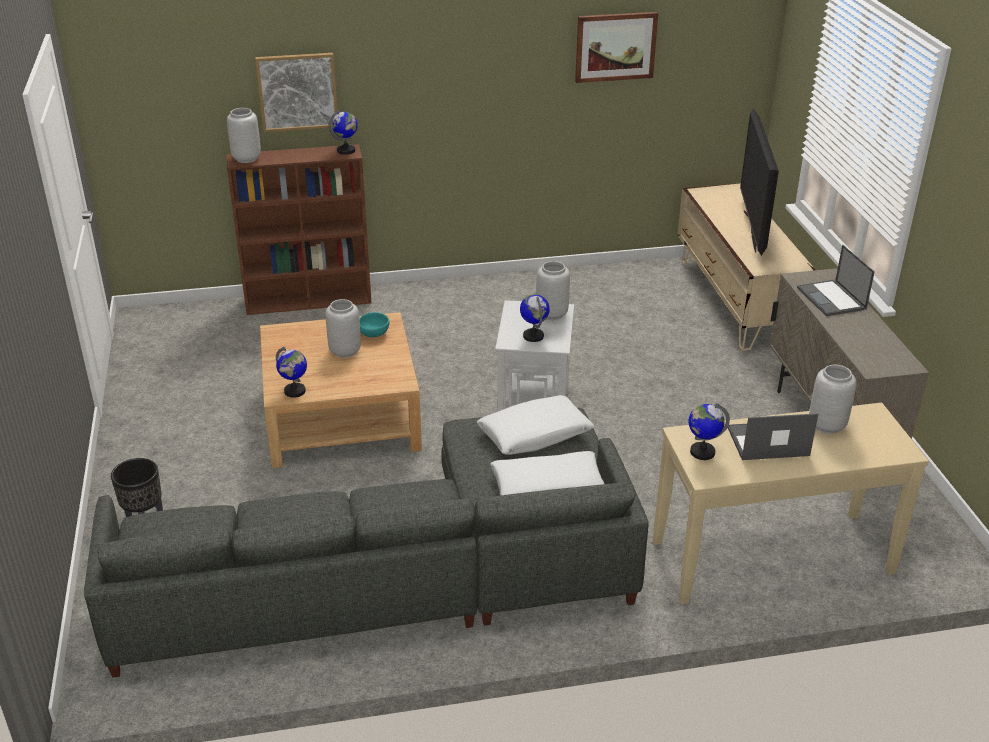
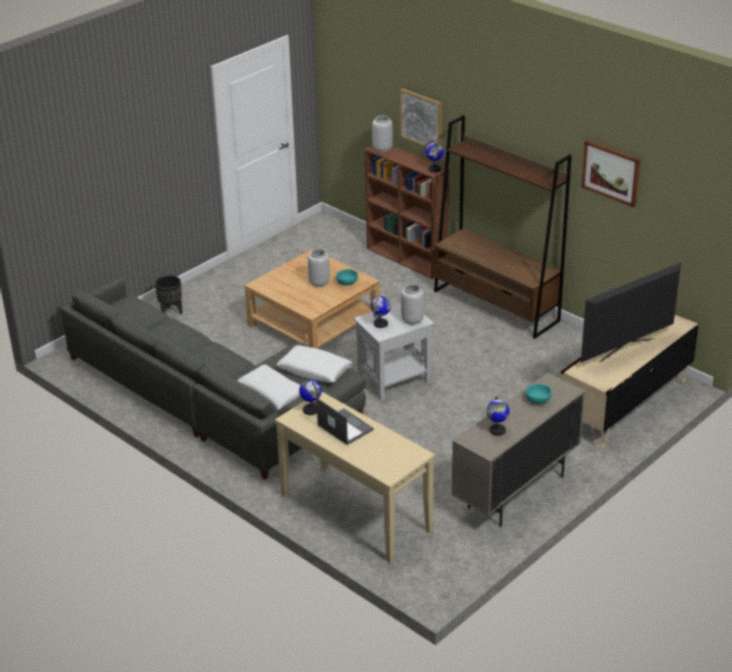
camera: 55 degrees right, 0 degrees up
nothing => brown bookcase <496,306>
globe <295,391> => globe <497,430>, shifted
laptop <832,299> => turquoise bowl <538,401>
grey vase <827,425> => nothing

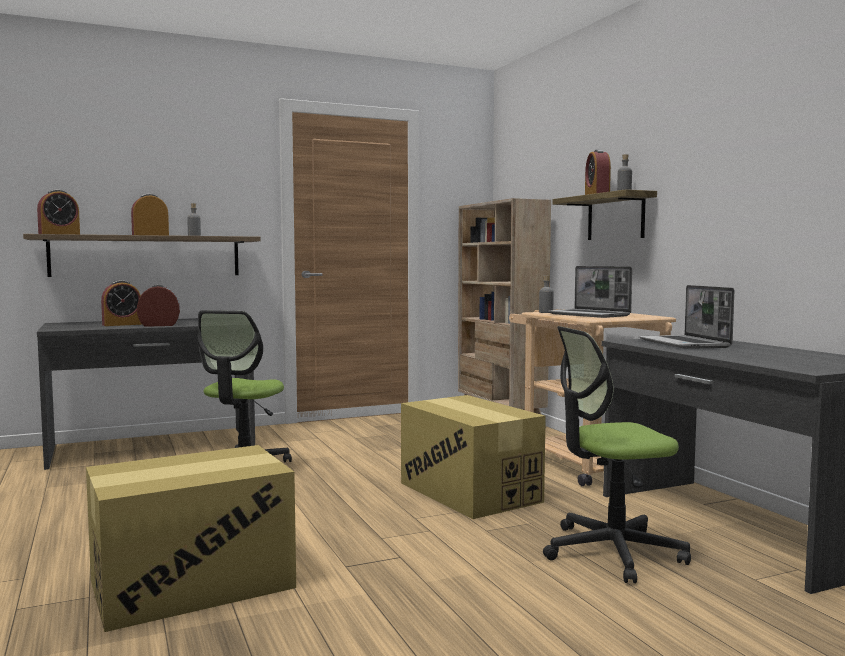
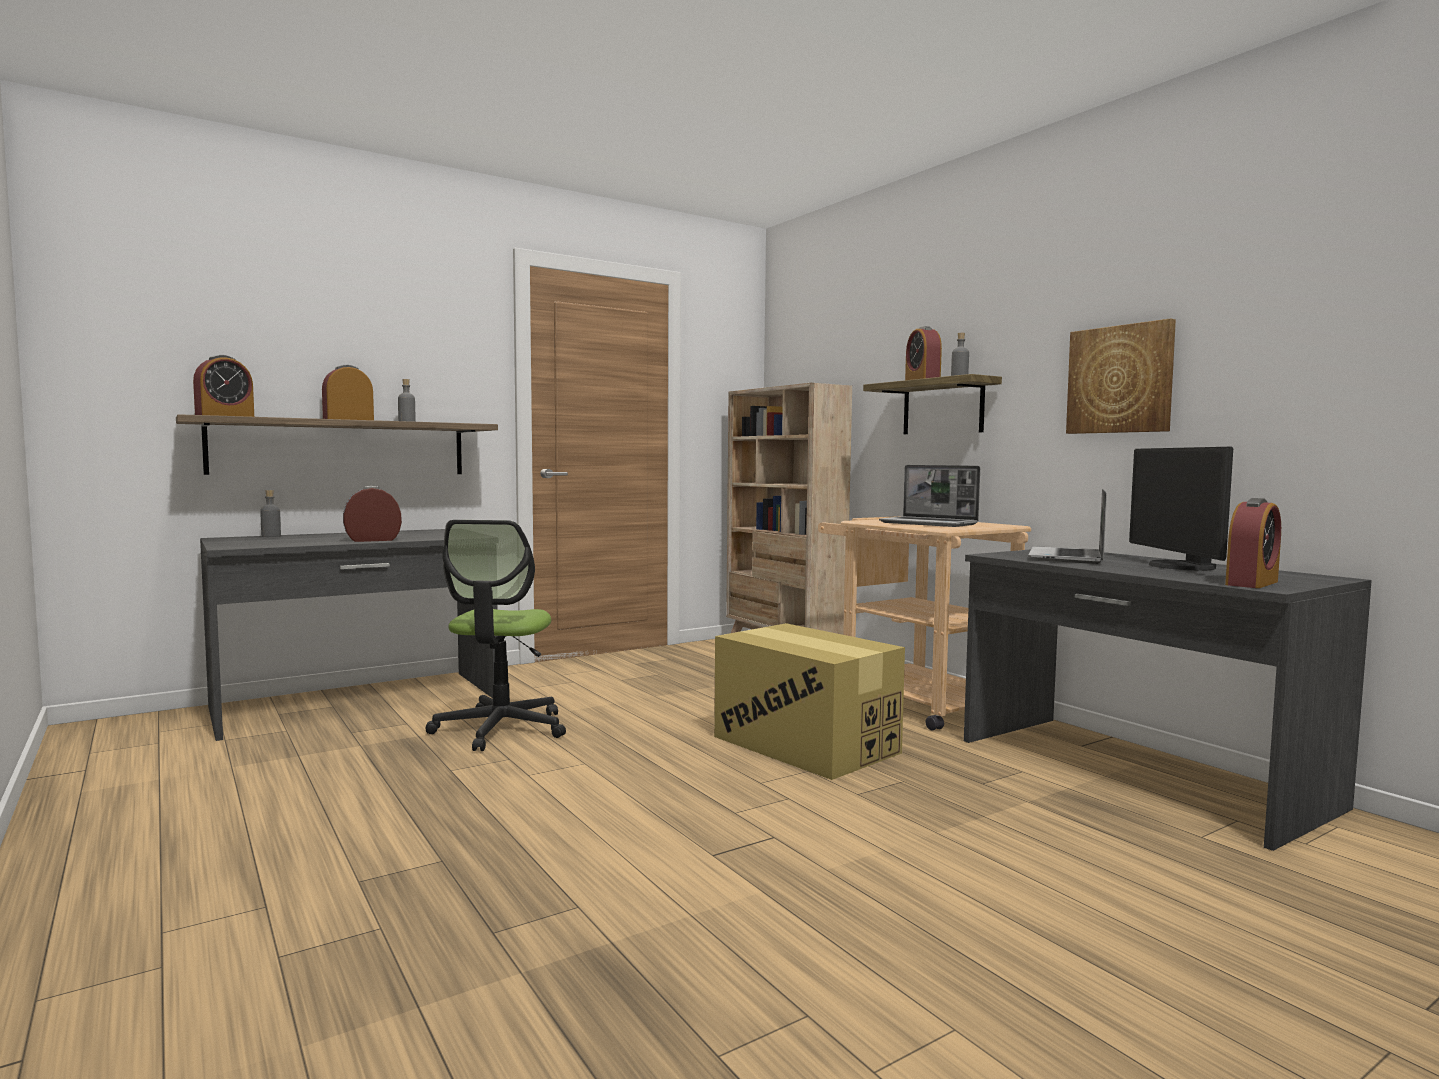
camera: 10 degrees left, 0 degrees up
grey bottle <546,312> => grey bottle <271,536>, shifted
laptop <685,344> => laptop <1067,557>, 45 degrees clockwise
nothing => picture <1120,379>
nothing => monitor <1178,566>
alarm clock <122,324> => alarm clock <1251,583>, shifted
cardboard box <191,584> => nothing
office chair <612,552> => nothing

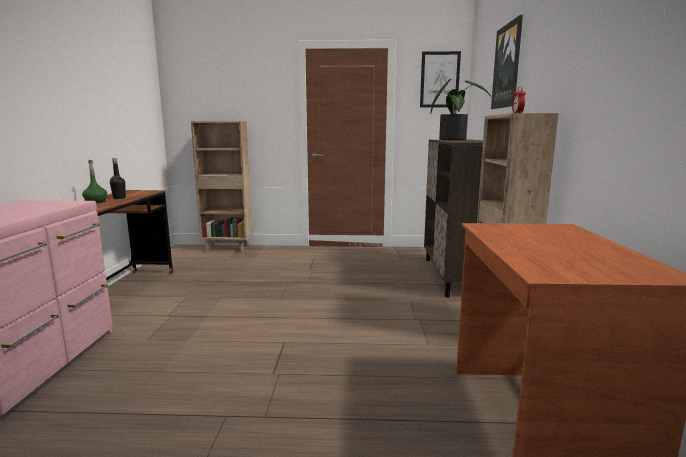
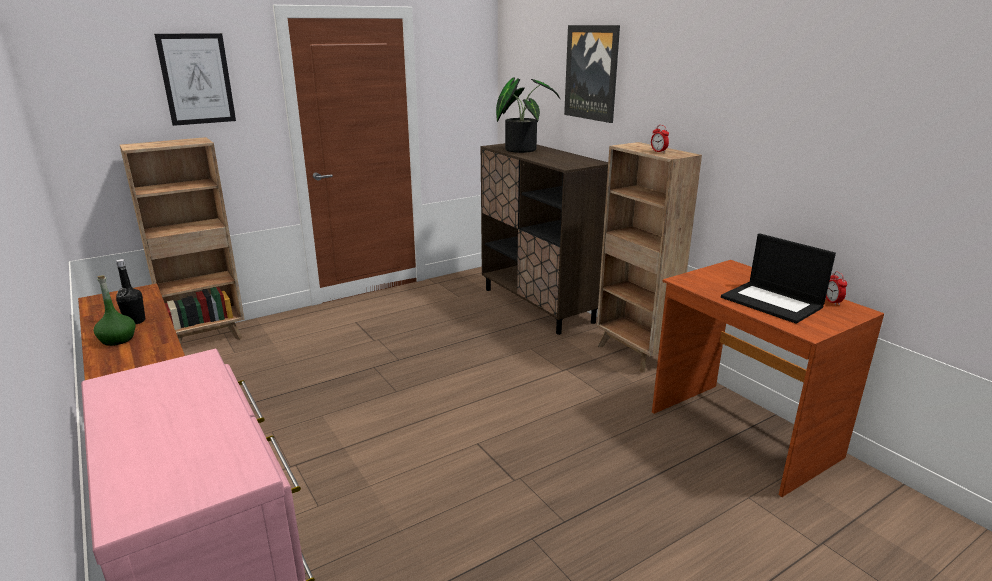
camera: 35 degrees left, 10 degrees up
picture <439,80> => picture <197,79>, shifted
nothing => laptop <773,302>
nothing => alarm clock <832,302>

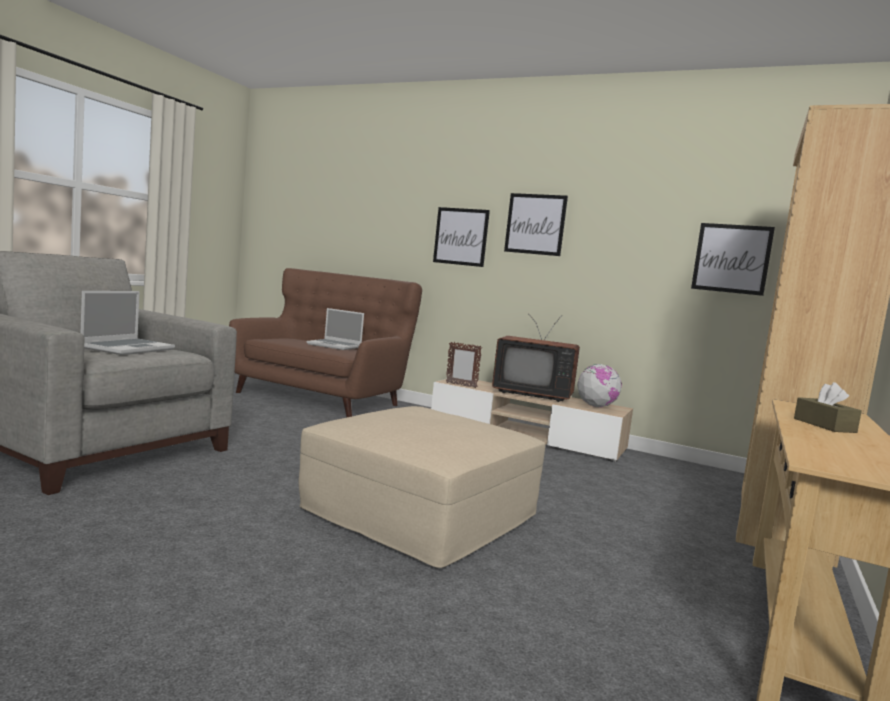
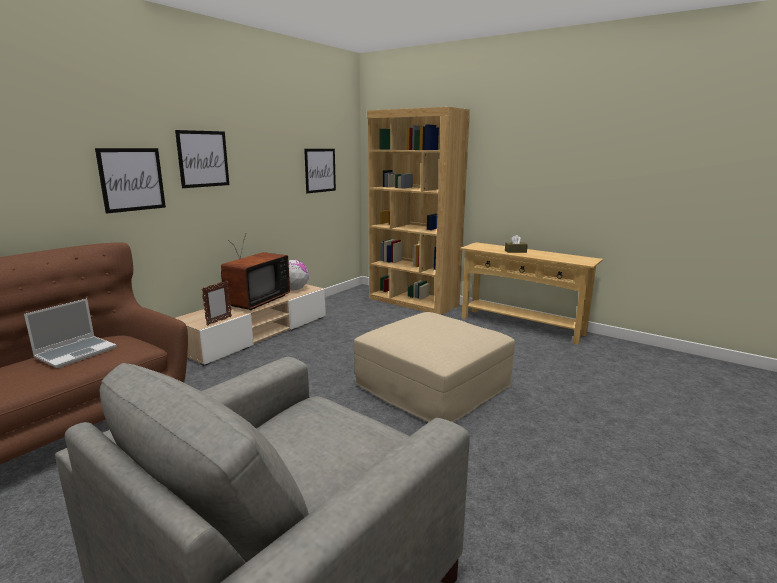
camera: 80 degrees left, 10 degrees up
laptop <128,348> => nothing

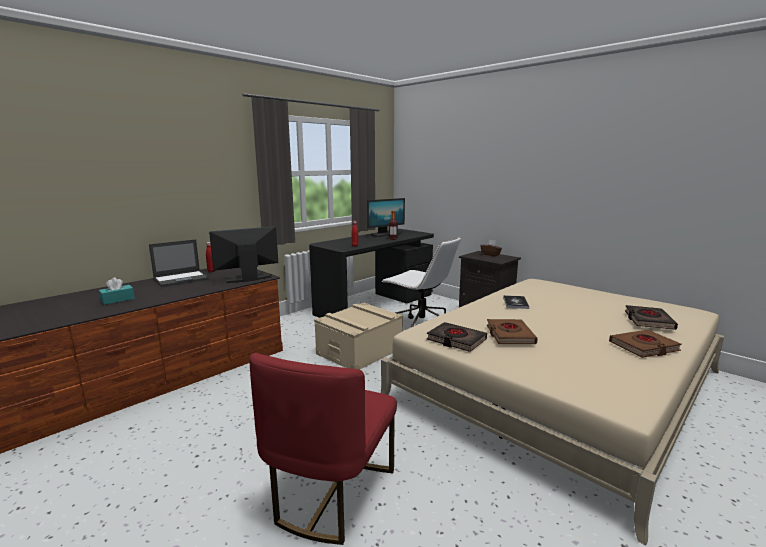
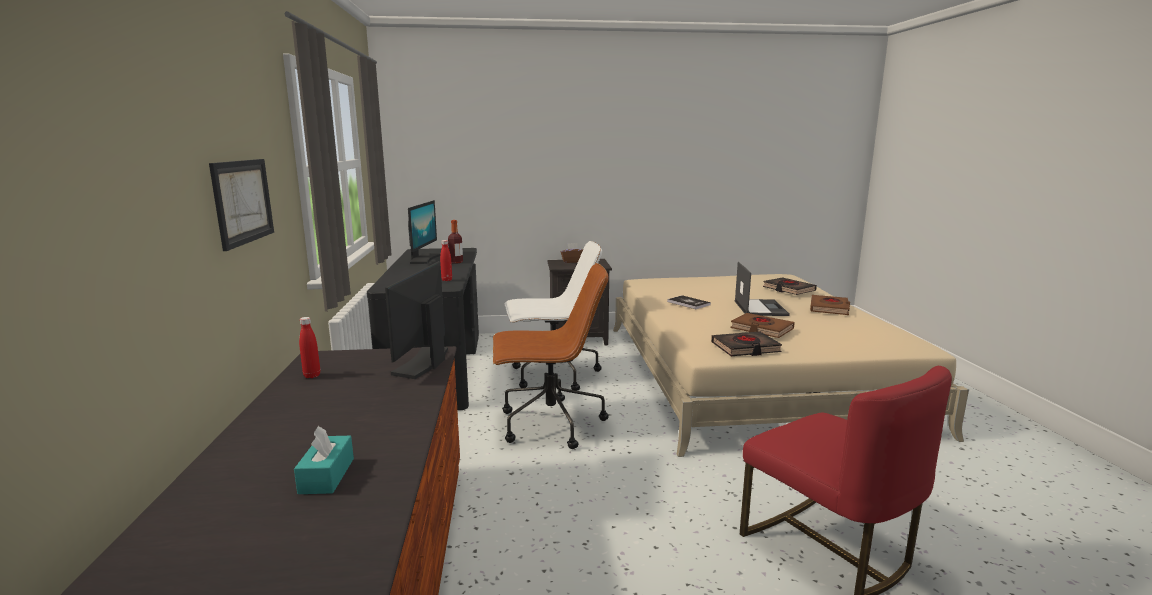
camera: 50 degrees left, 0 degrees up
nothing => picture <242,201>
beige storage box <359,351> => brown office chair <549,424>
laptop <182,279> => laptop <760,308>, shifted

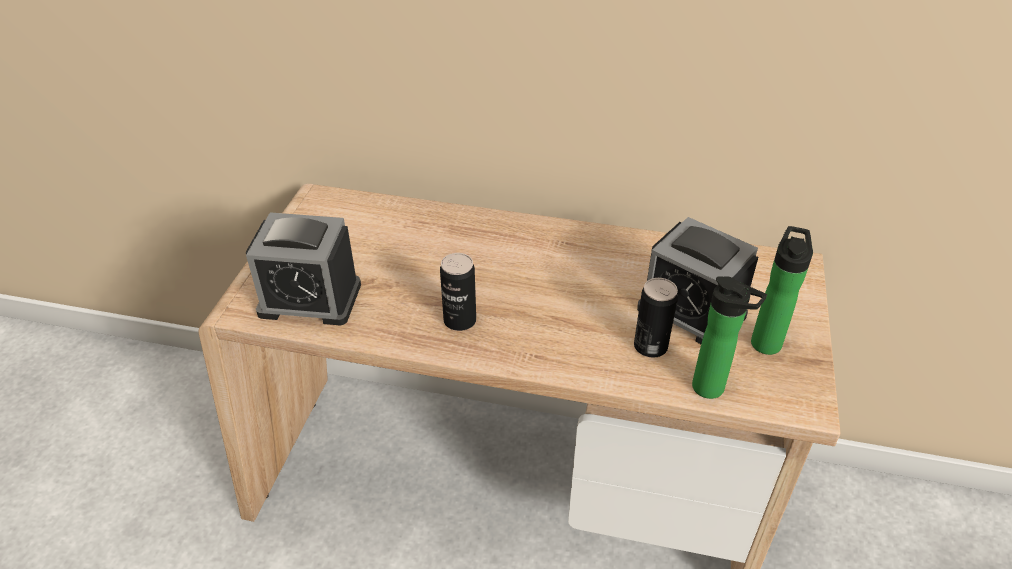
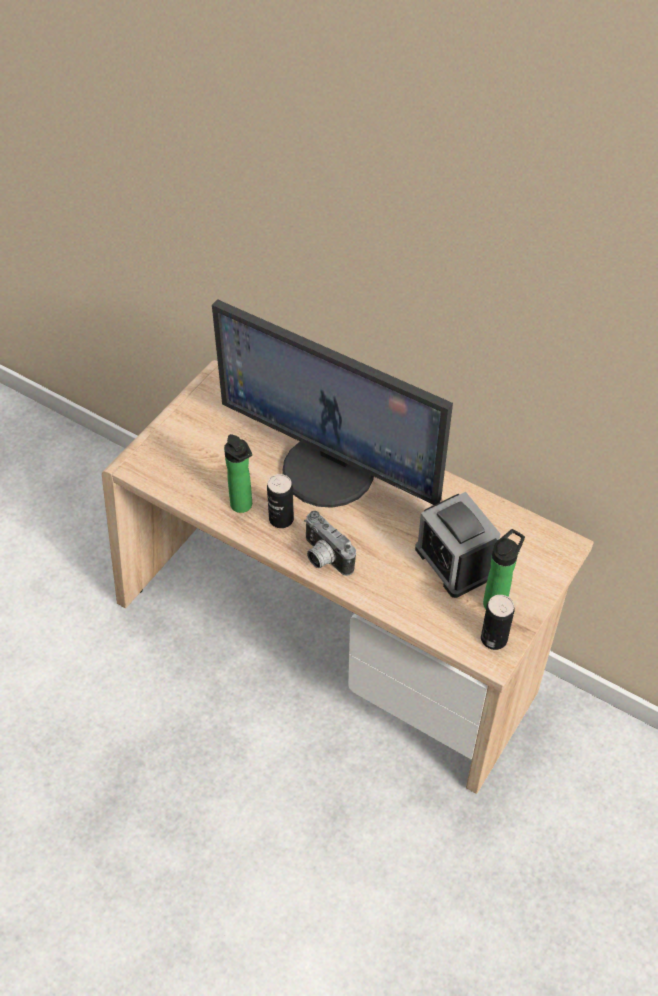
camera: 20 degrees right, 10 degrees up
nothing => monitor <330,469>
bottle <713,389> => bottle <243,507>, shifted
nothing => photo camera <323,558>
can <650,346> => can <494,639>, shifted
alarm clock <310,299> => nothing

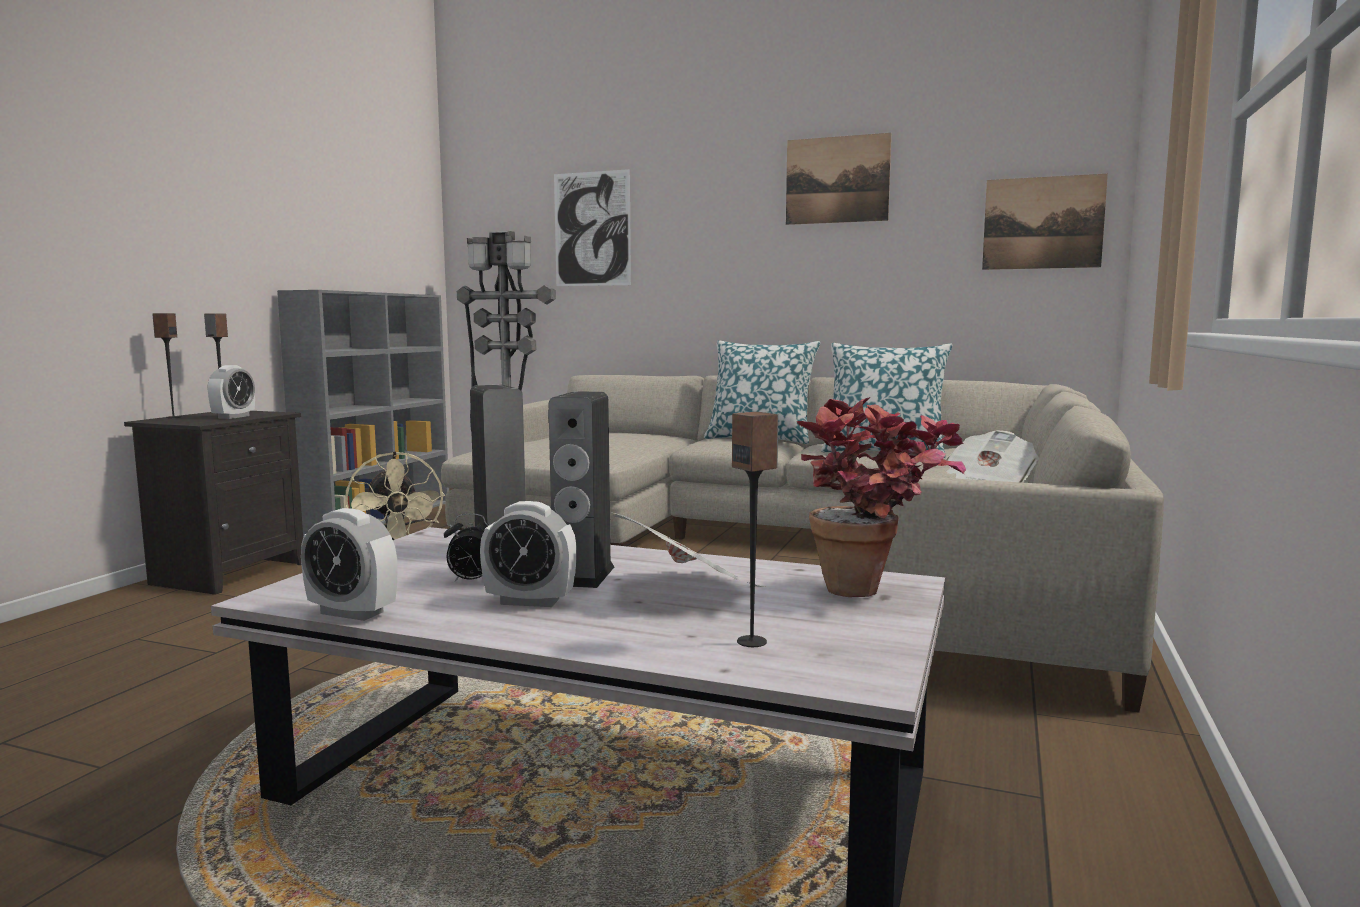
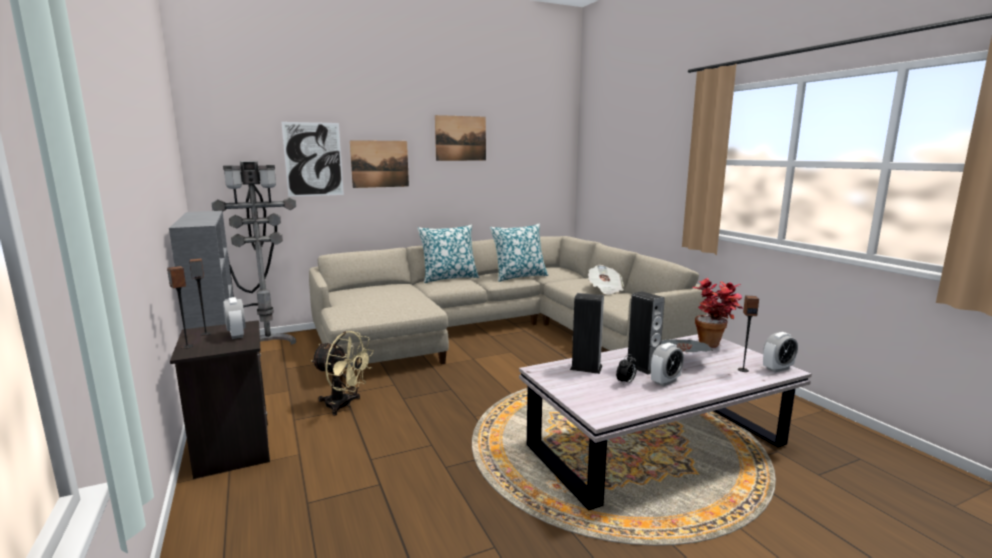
camera: 45 degrees left, 5 degrees up
picture <1043,223> => picture <380,164>, shifted
alarm clock <352,612> => alarm clock <777,369>, shifted

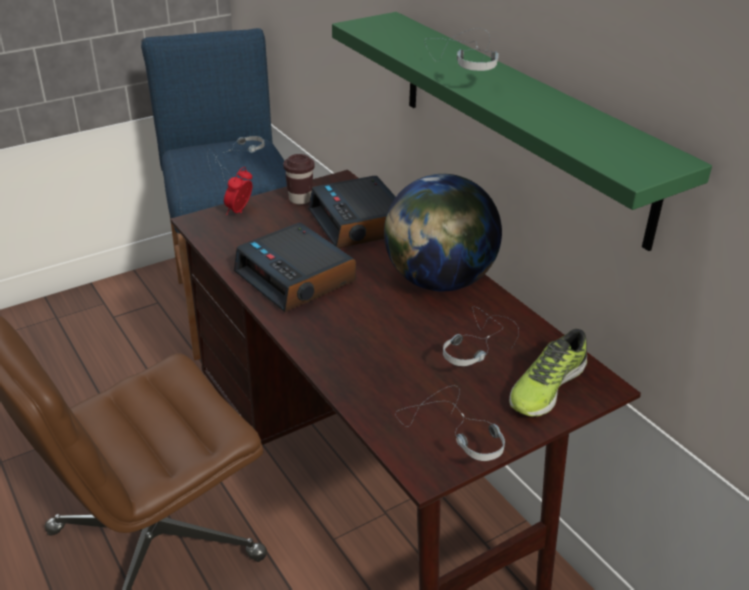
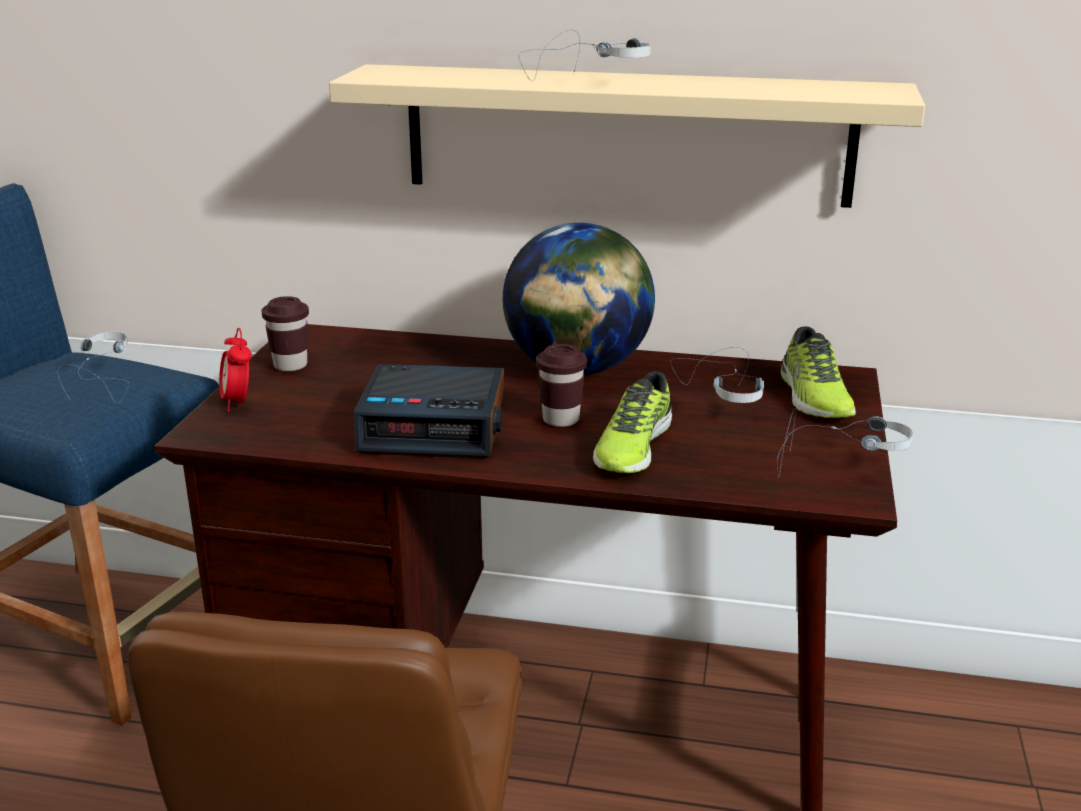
camera: 45 degrees left, 10 degrees down
green shelf <519,122> => beige shelf <626,135>
nothing => brown cup <561,419>
nothing => shoe <632,447>
alarm clock <360,223> => nothing

